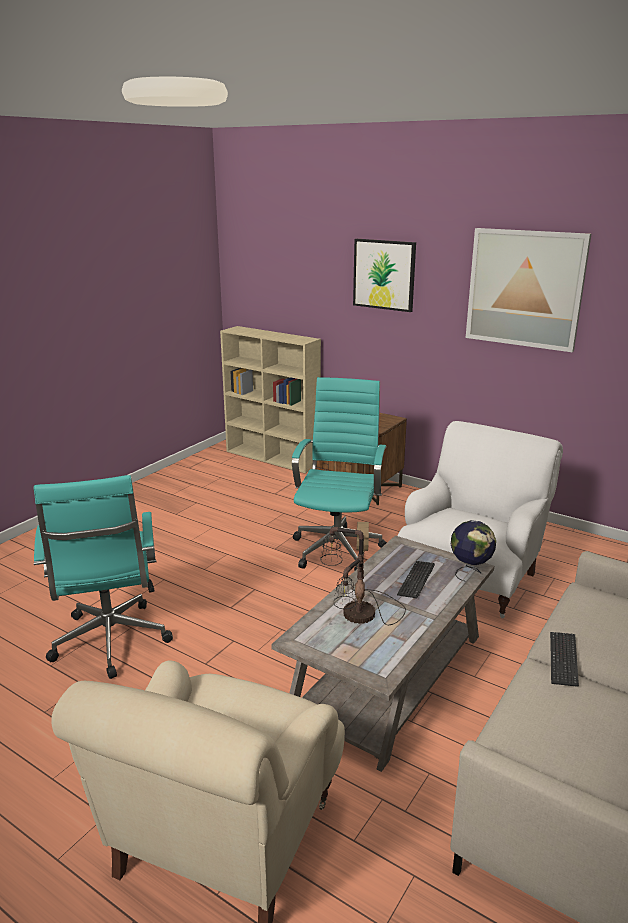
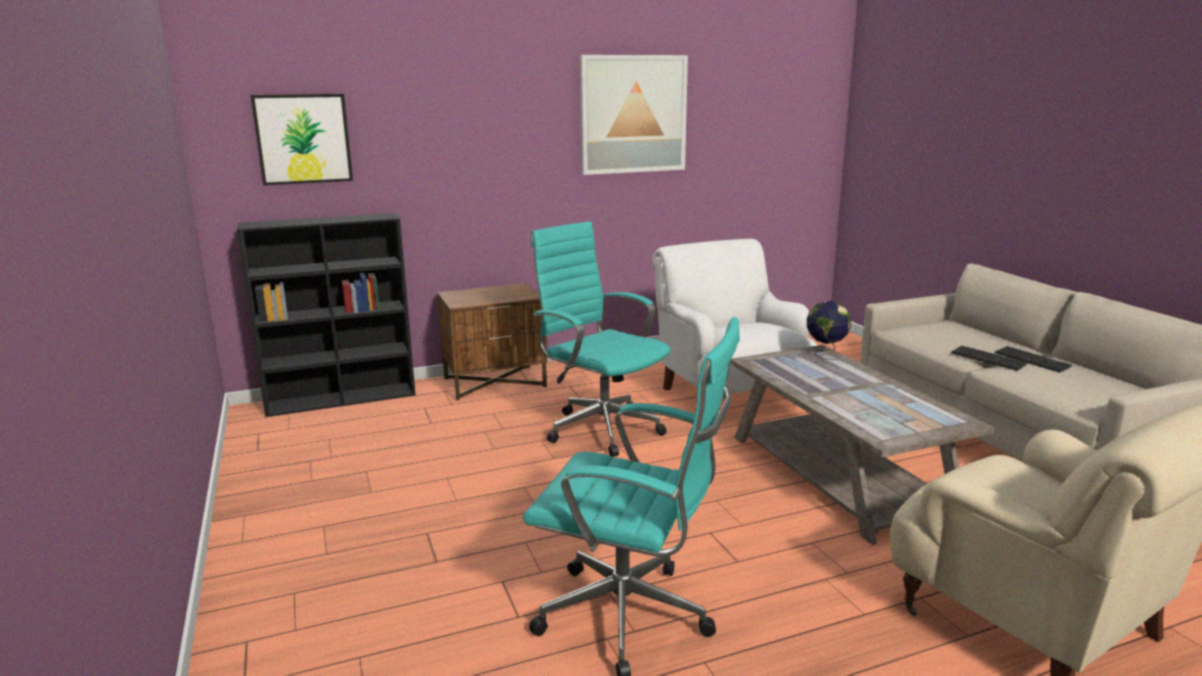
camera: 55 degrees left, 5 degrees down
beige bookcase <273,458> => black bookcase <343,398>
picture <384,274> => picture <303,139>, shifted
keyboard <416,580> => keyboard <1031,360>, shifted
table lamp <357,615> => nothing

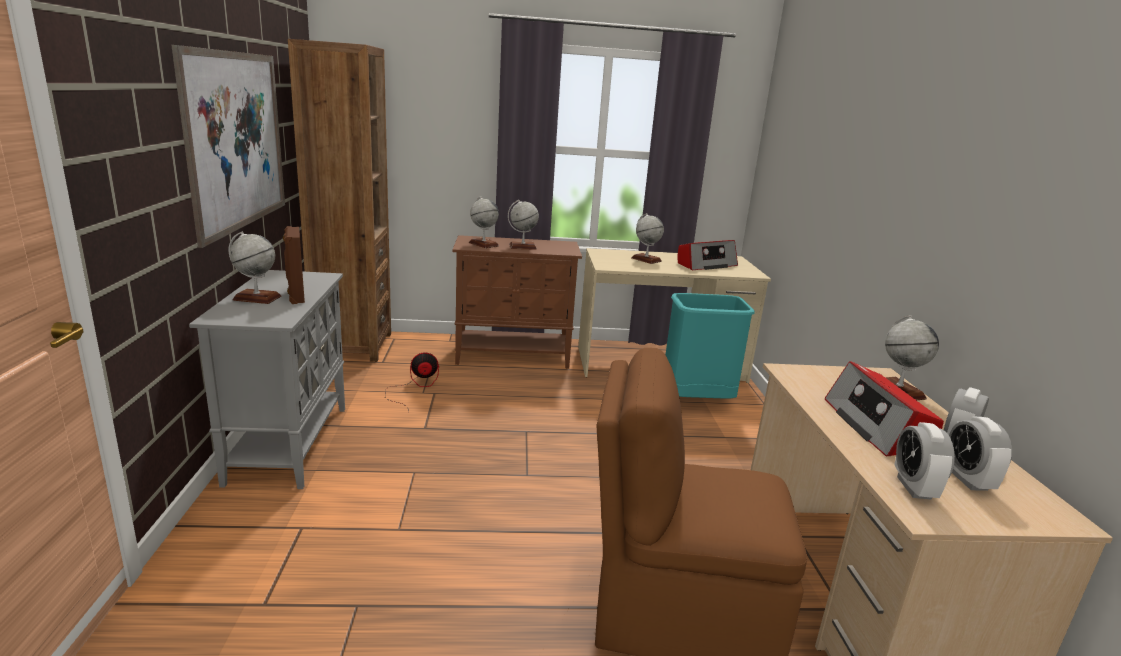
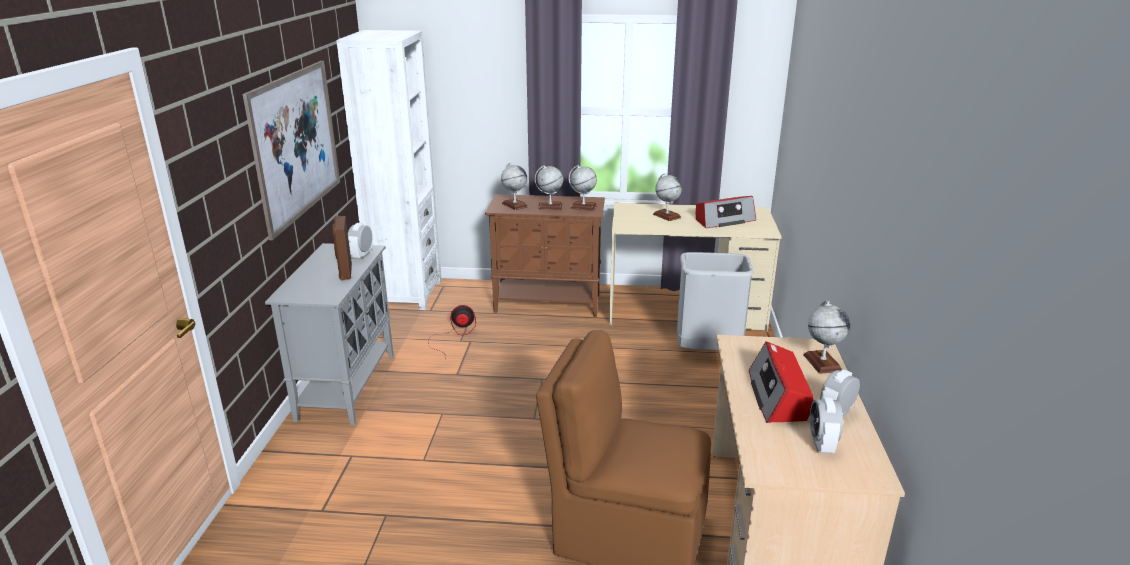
camera: 10 degrees right, 5 degrees up
brown bookcase <353,346> => white bookcase <406,294>
alarm clock <914,488> => alarm clock <362,255>, shifted
globe <256,298> => globe <583,207>, shifted
turquoise trash can <696,401> => grey trash can <708,351>

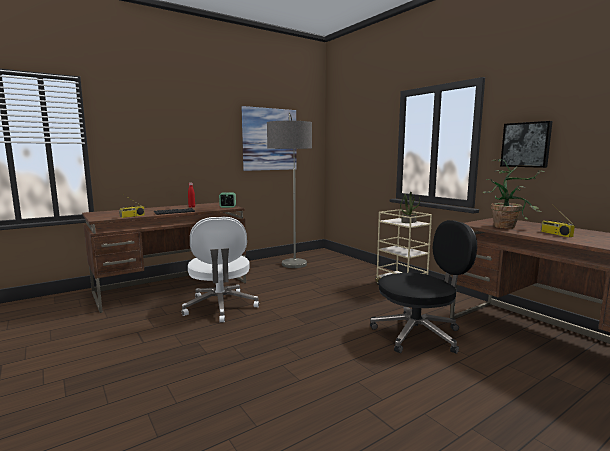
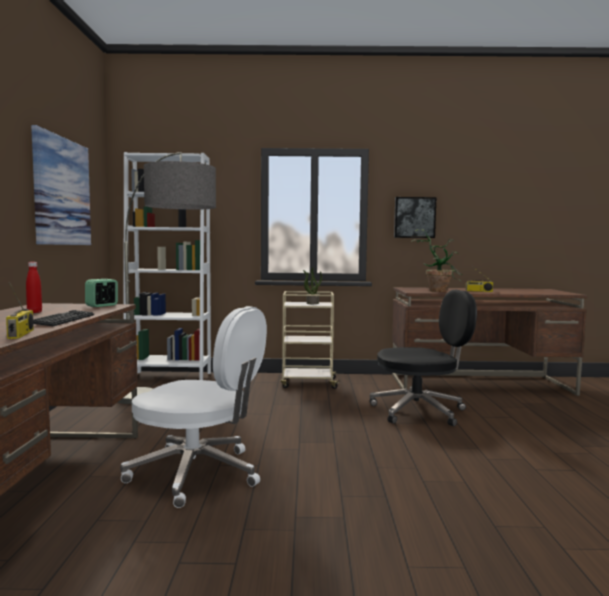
camera: 55 degrees left, 5 degrees down
nothing => white bookcase <169,377>
black office chair <418,334> => black office chair <420,411>, 60 degrees clockwise

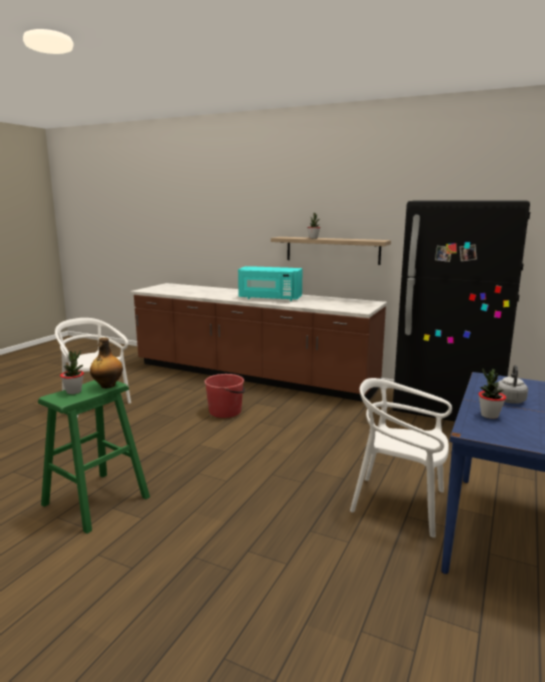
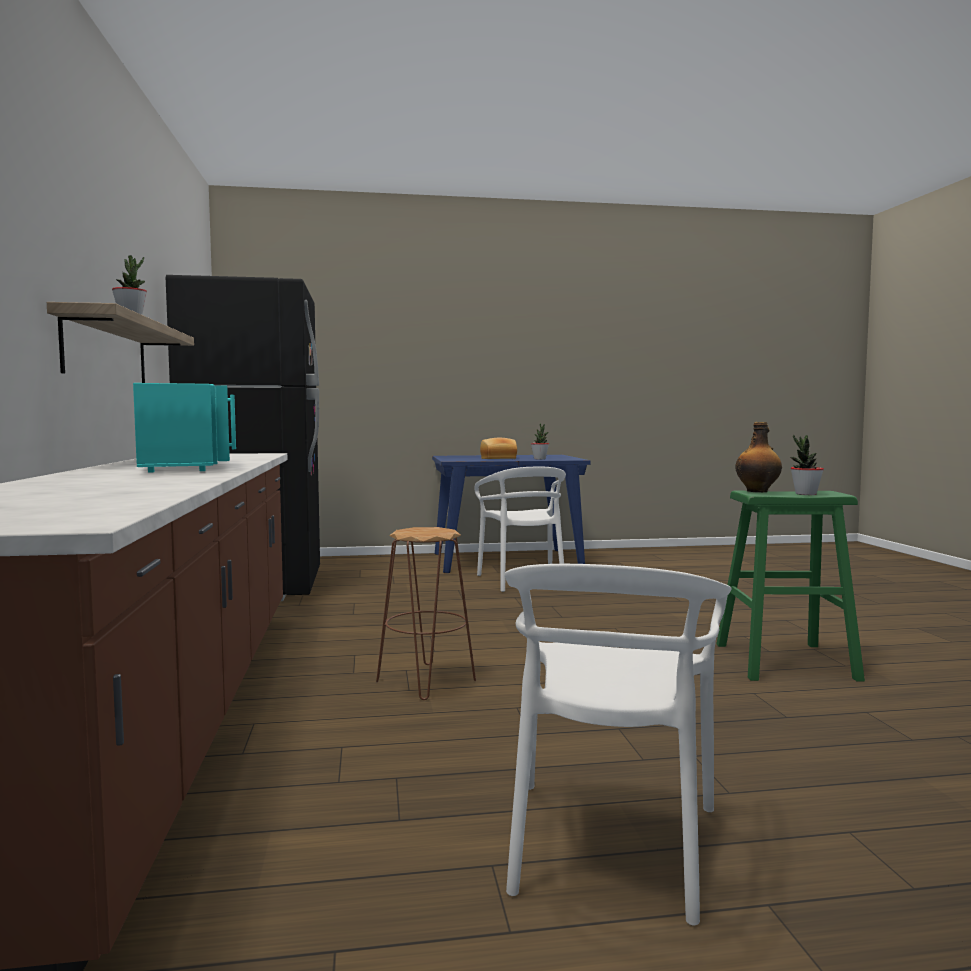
camera: 125 degrees left, 10 degrees down
red bucket <225,411> => brown stool <426,681>
grey kettle <509,400> => bread <498,458>

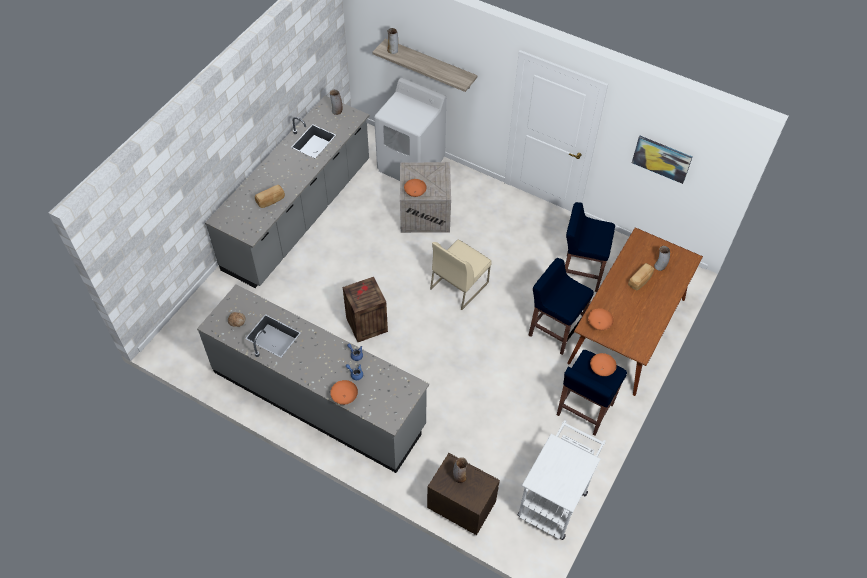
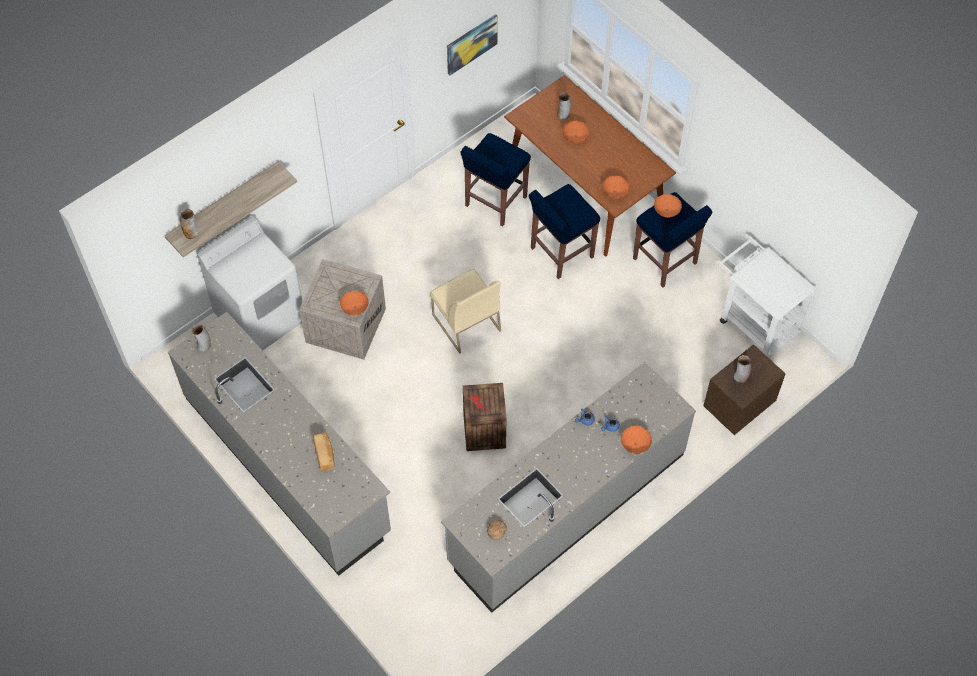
camera: 70 degrees left, 5 degrees up
bread <640,281> => orange bowl <575,138>

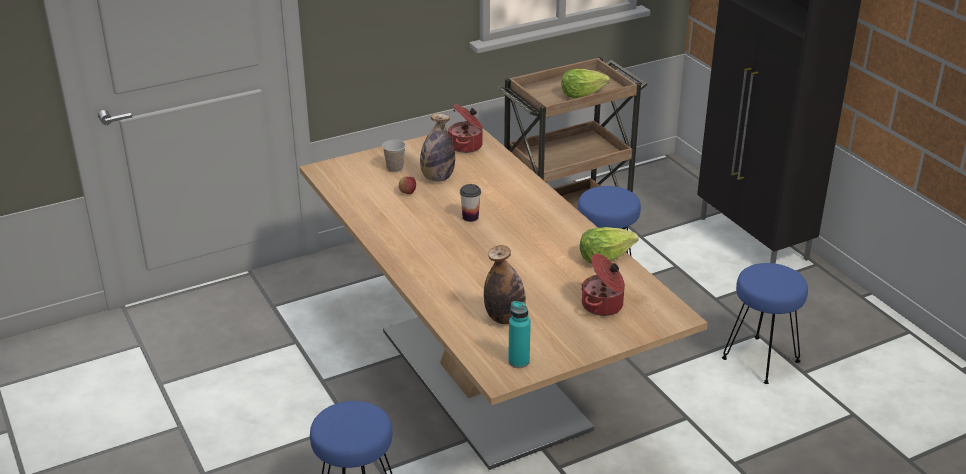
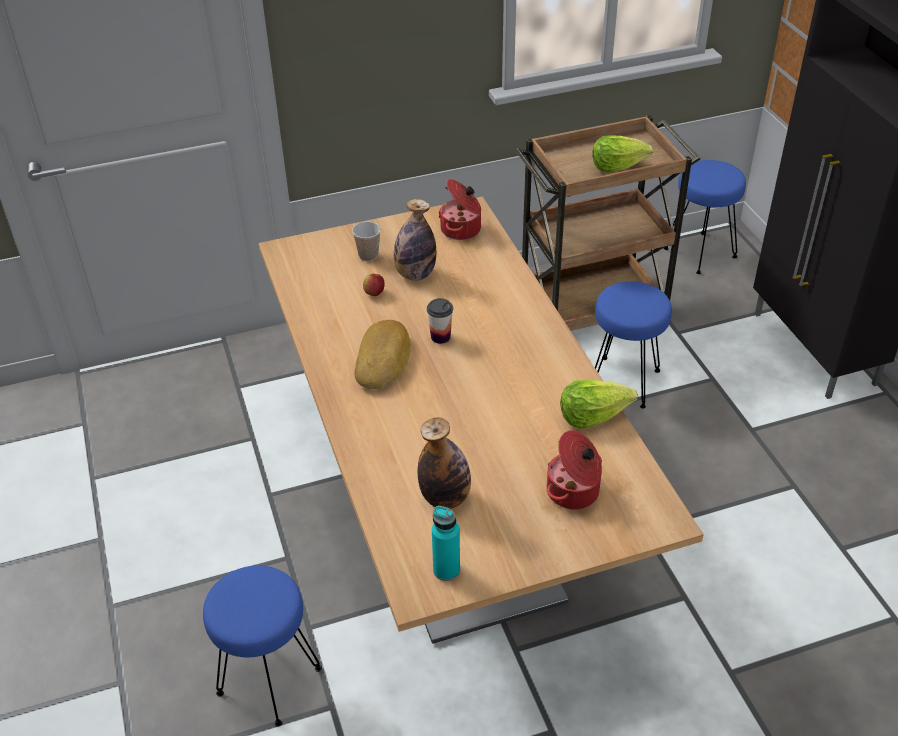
camera: 10 degrees right, 10 degrees up
nothing => bread <384,360>
blue stool <760,359> => blue stool <699,252>, shifted

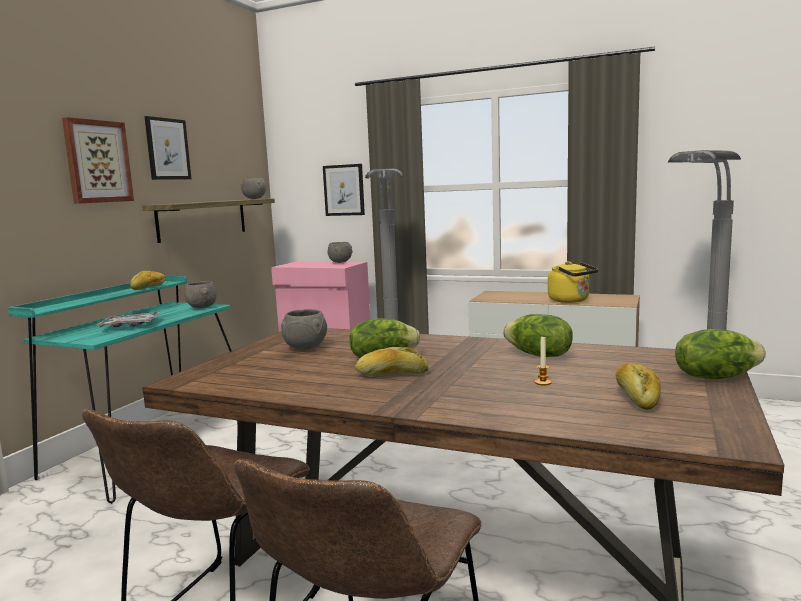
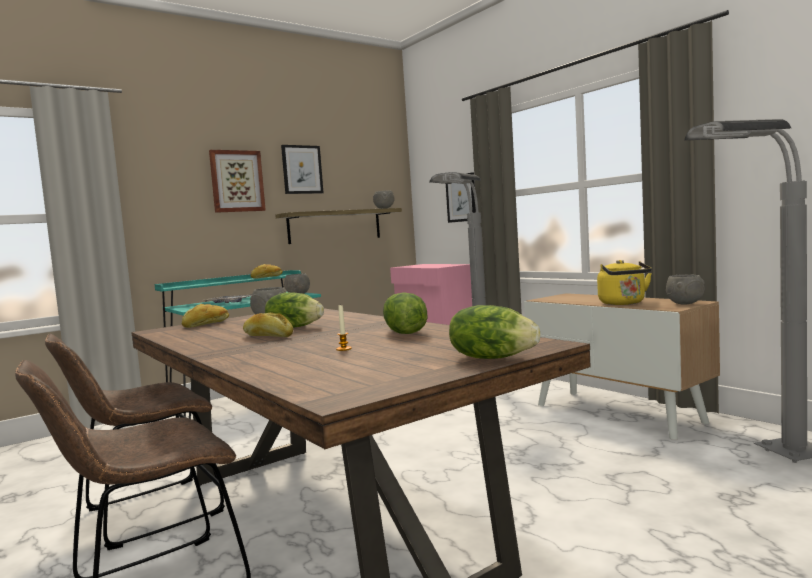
camera: 30 degrees right, 5 degrees down
bread <637,397> => bread <206,324>, shifted
grey bowl <340,262> => grey bowl <684,304>, shifted

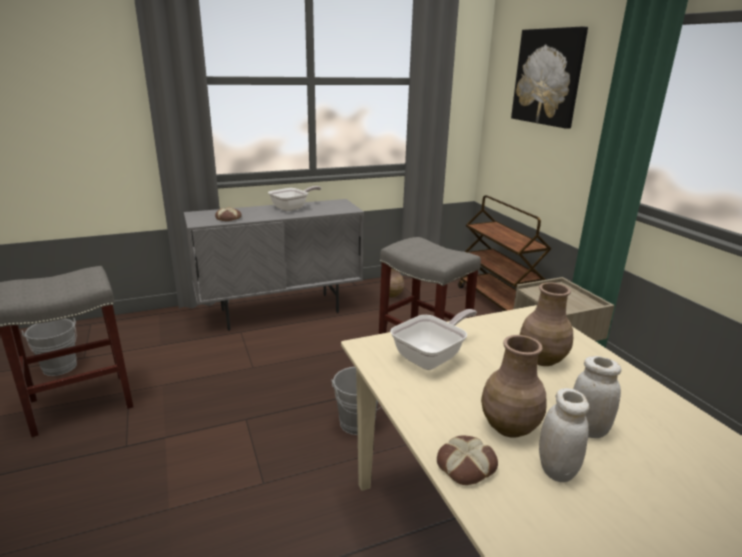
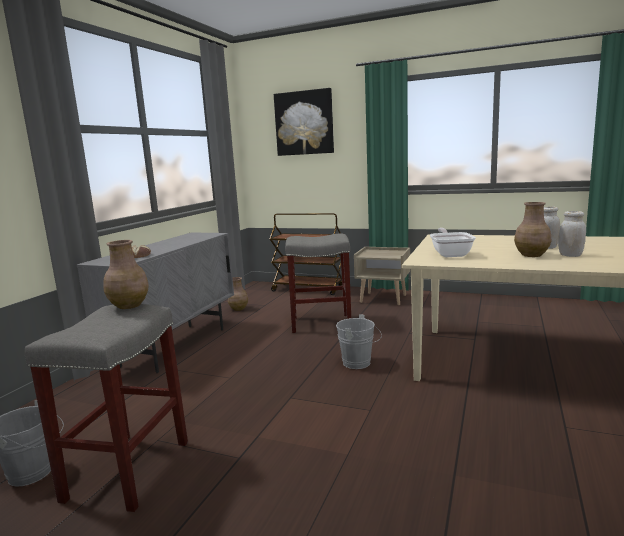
camera: 45 degrees left, 10 degrees down
brown vase <542,359> => brown vase <130,305>, shifted
frying pan <292,208> => nothing
bread <465,465> => nothing

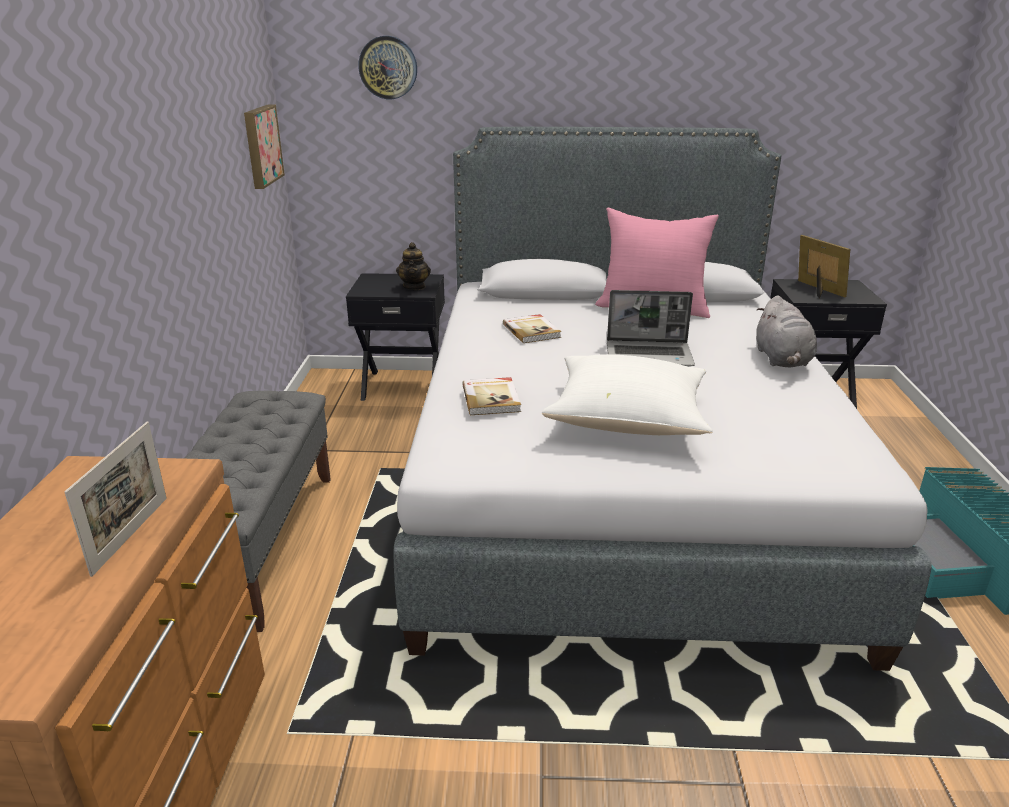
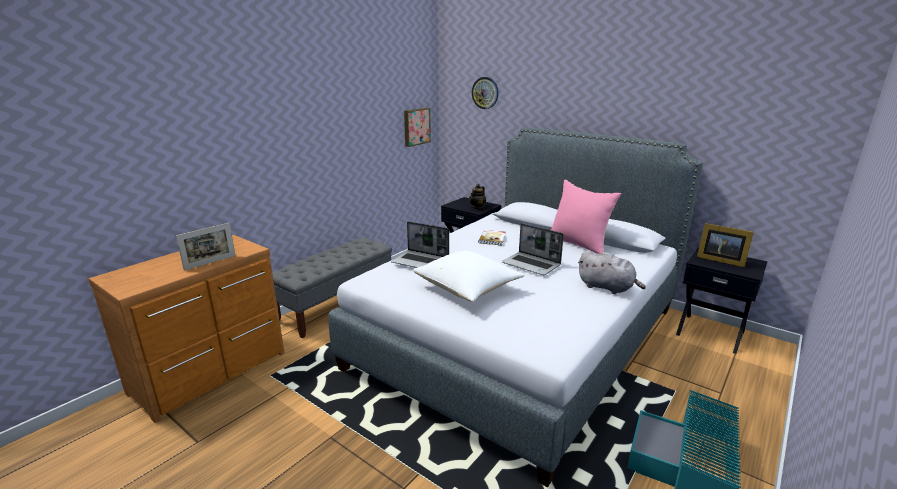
camera: 35 degrees right, 5 degrees down
book <492,398> => laptop <421,262>
grey plush toy <782,360> => grey plush toy <607,287>, 90 degrees counterclockwise
picture frame <817,290> => picture frame <719,260>, 120 degrees clockwise

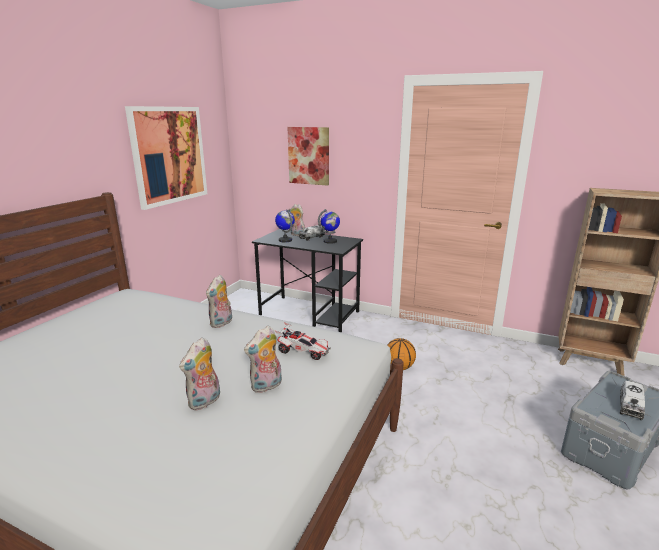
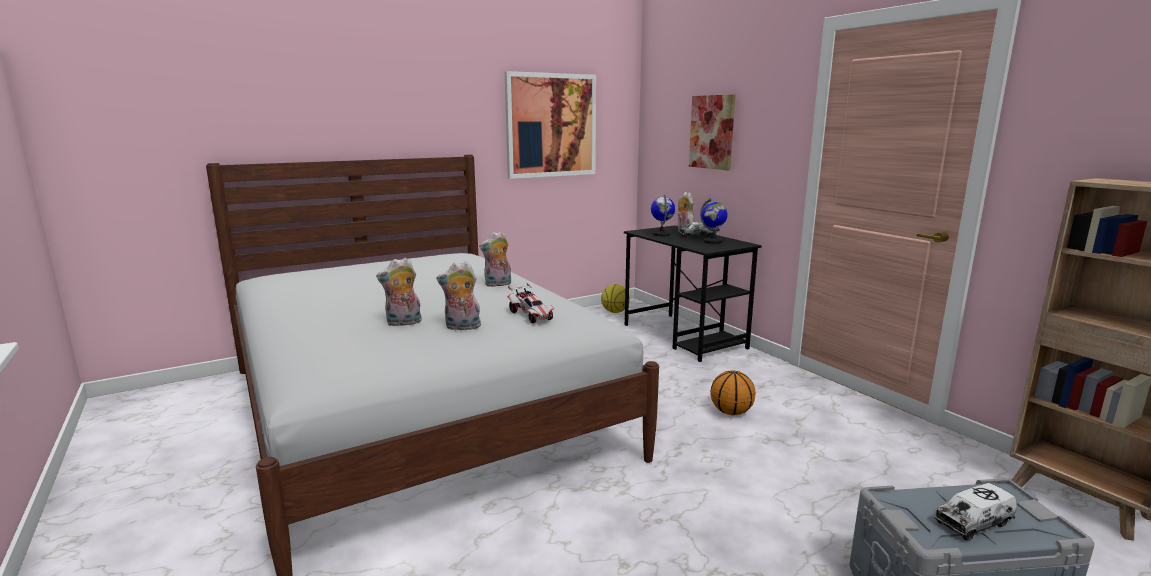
camera: 35 degrees right, 5 degrees down
nothing => basketball <615,312>

